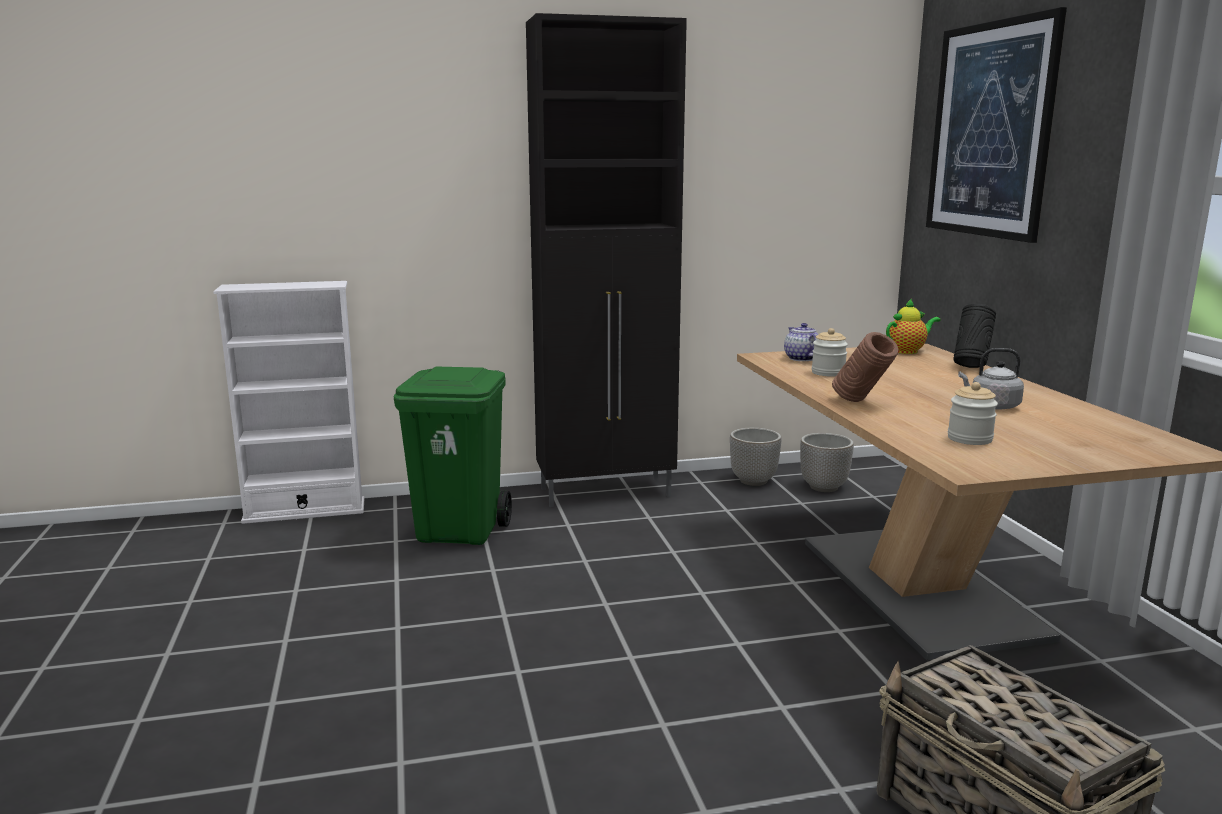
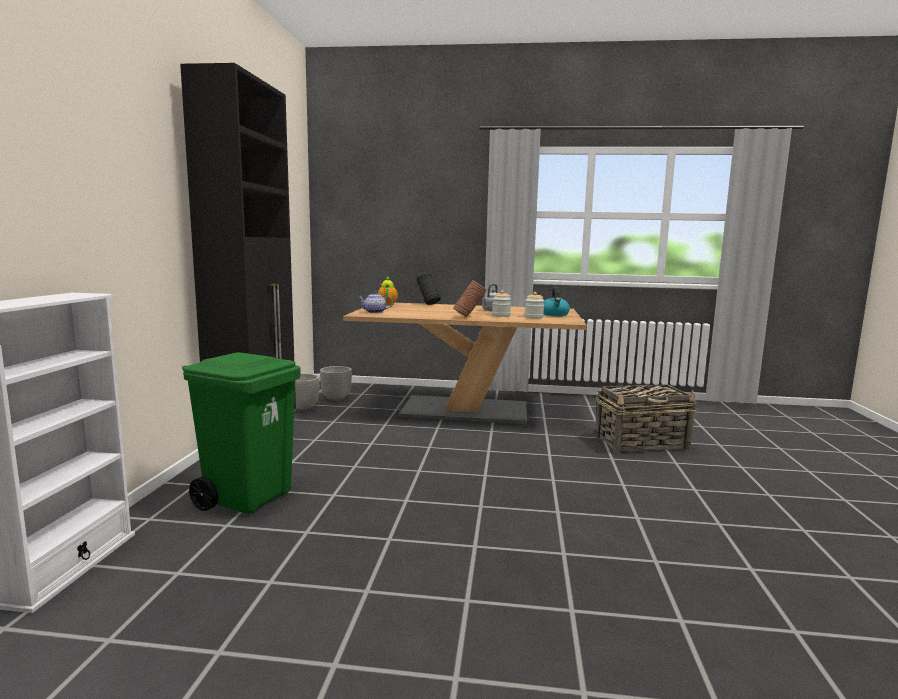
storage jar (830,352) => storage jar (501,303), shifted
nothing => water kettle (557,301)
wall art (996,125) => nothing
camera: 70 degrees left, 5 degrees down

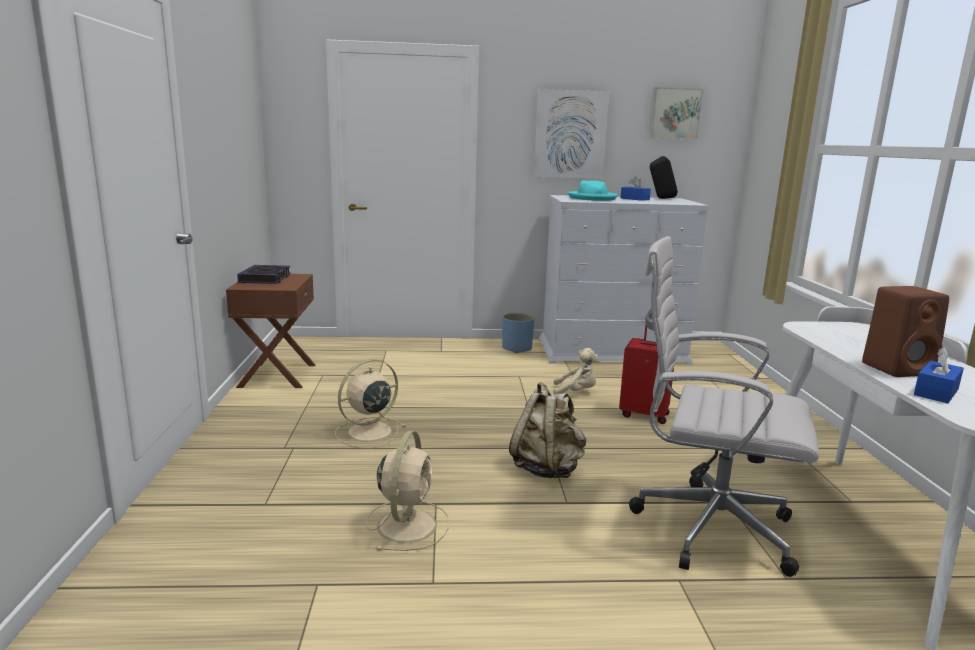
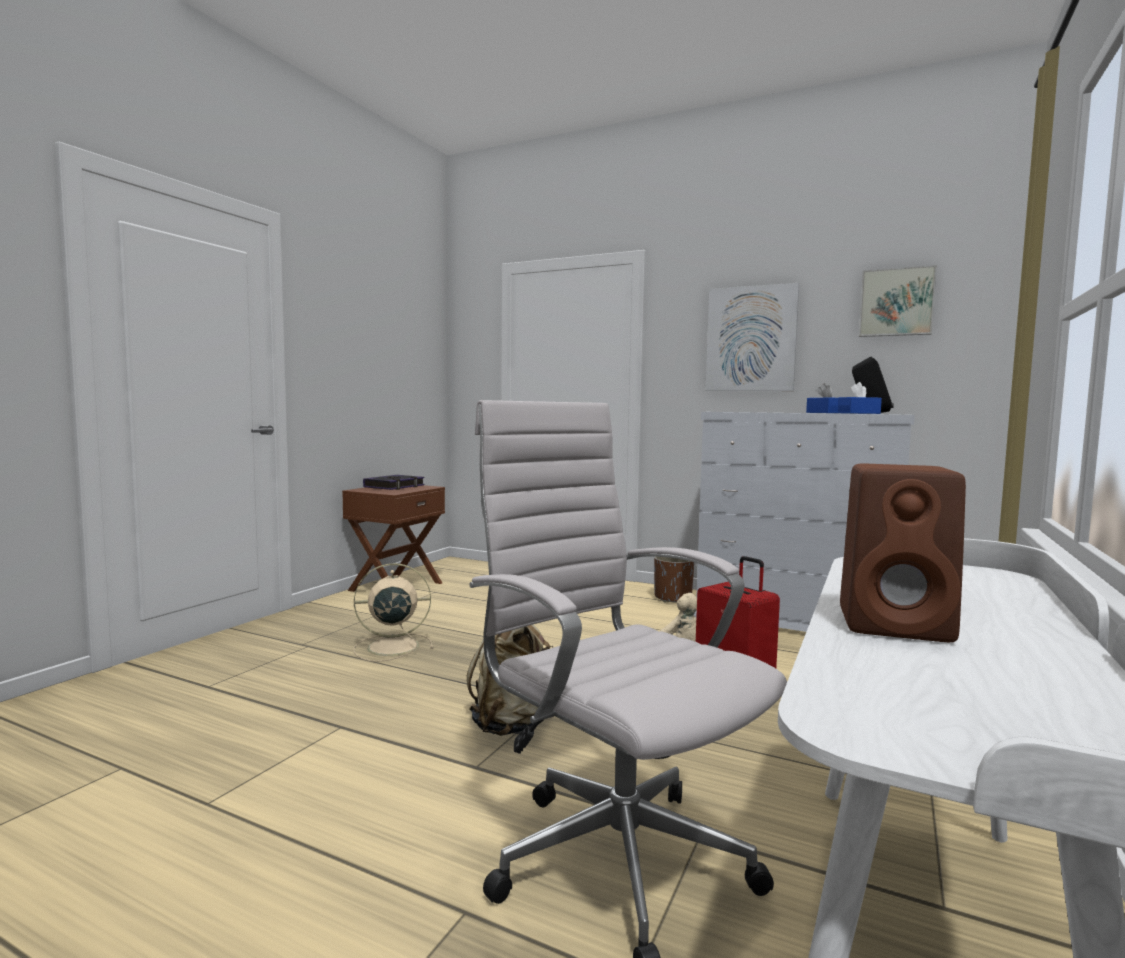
blue-coloured plant pot (518,333) => brown plant pot (674,579)
blue-coloured box of tissues (939,375) => blue-coloured box of tissues (859,398), shifted
beige fan (408,491) => nothing
blue-green hat (593,191) => nothing
camera: 30 degrees right, 10 degrees down

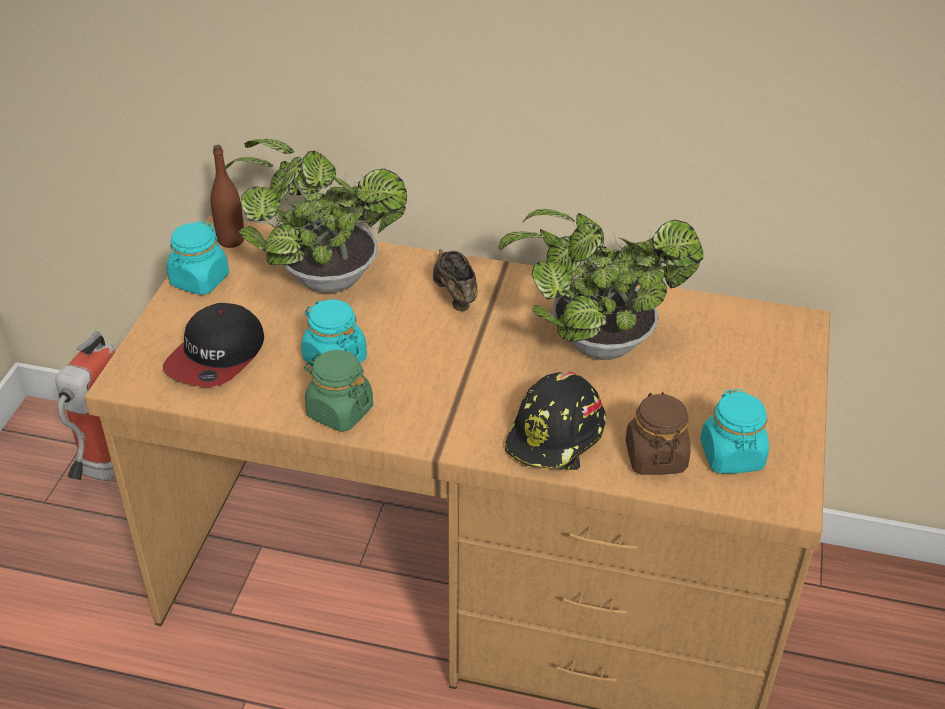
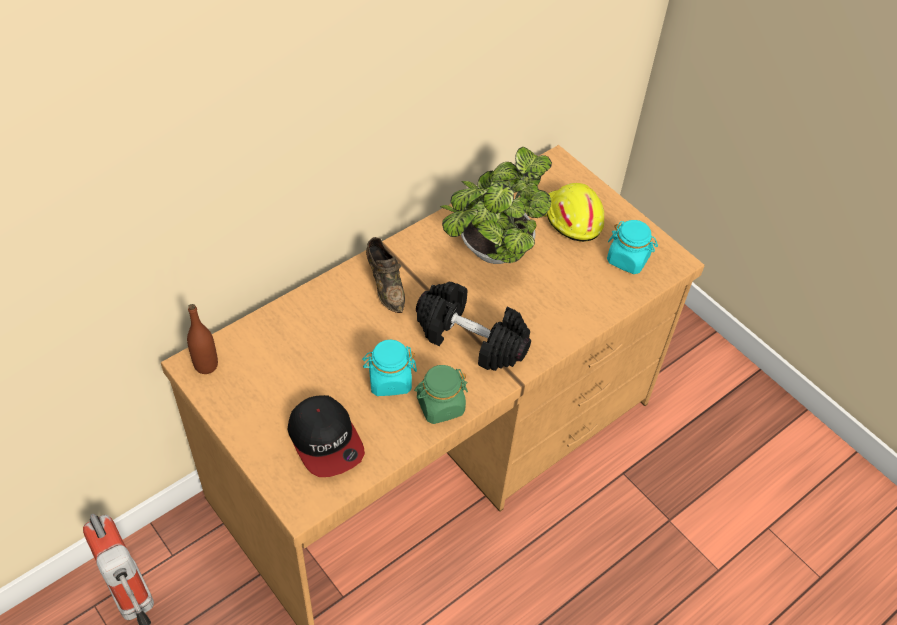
brown shoe (455,280) => brown shoe (385,275), 135 degrees counterclockwise
nothing => black-coloured free weight (473,326)
nothing => yellow safety helmet (574,212)
blue-green storage jar (198,258) => nothing
plant in a pot (316,216) => nothing
black-coloured safety helmet (555,421) => nothing
brown storage jar (658,433) => nothing
camera: 55 degrees left, 10 degrees up

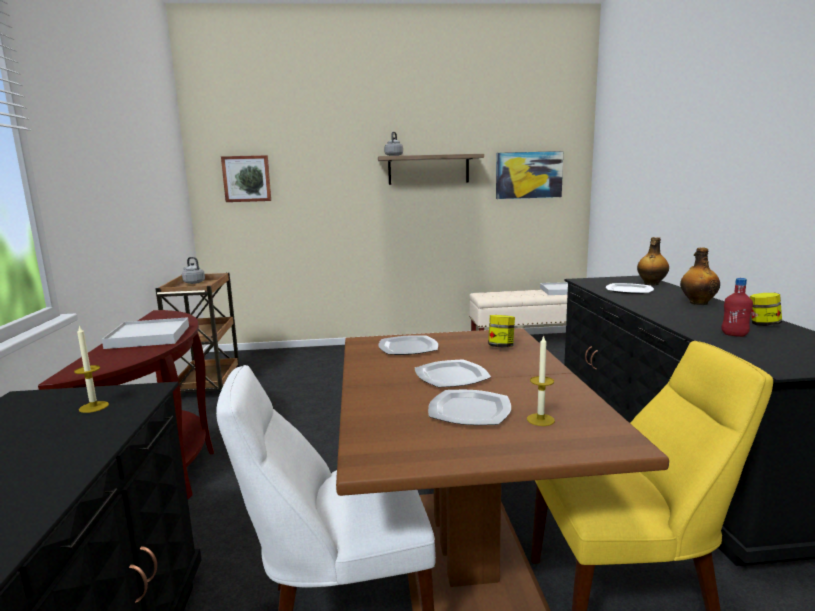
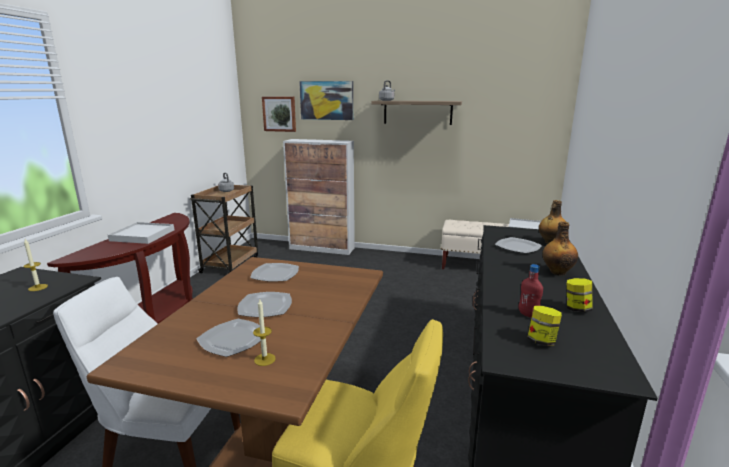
nothing => cabinet (319,197)
wall art (529,175) => wall art (326,100), shifted
storage jar (501,331) => storage jar (544,326), shifted
camera: 20 degrees right, 5 degrees up

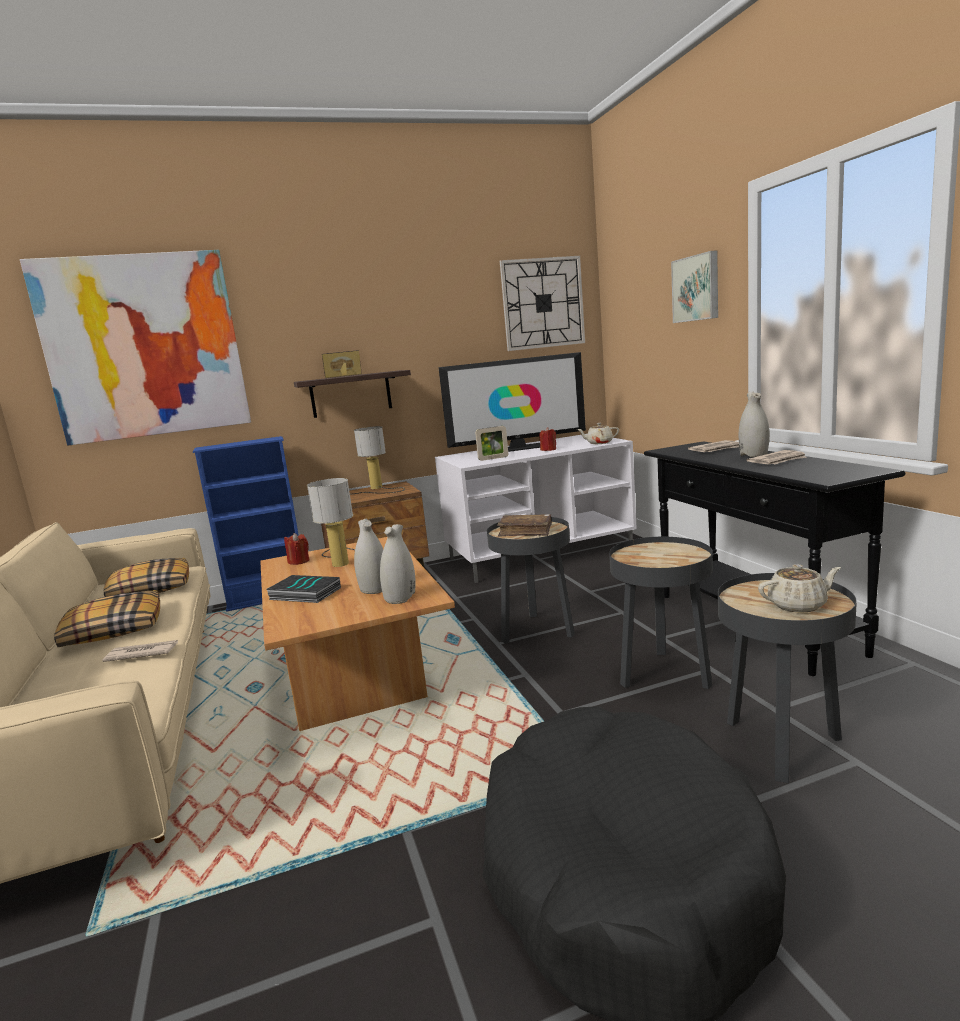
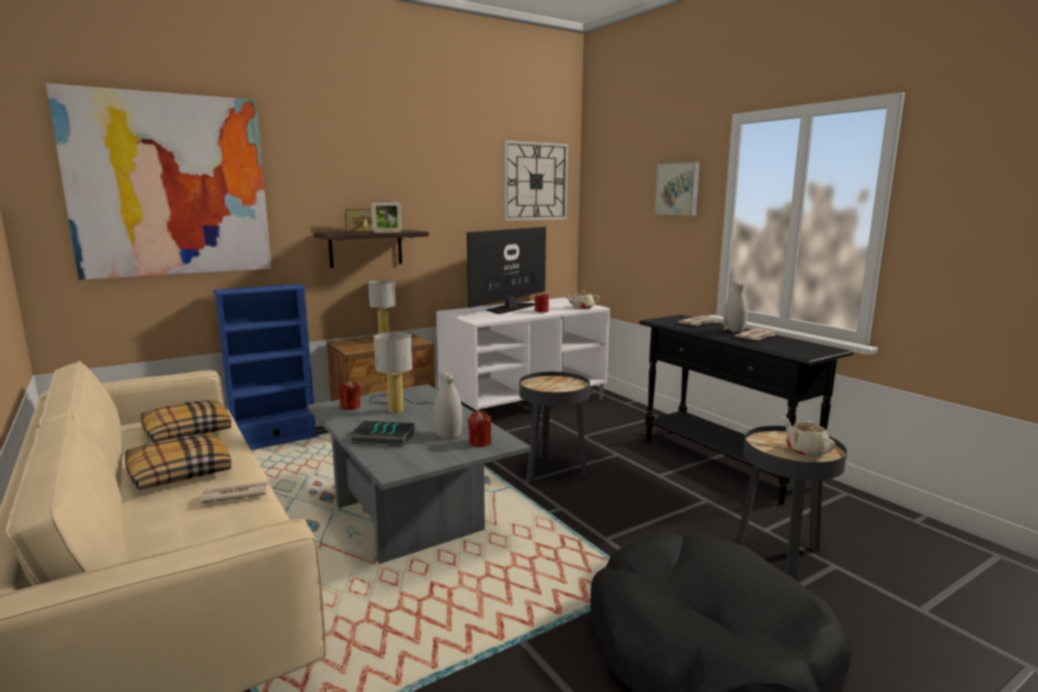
brown lounge table (357,634) => grey lounge table (419,474)
photo frame (491,443) => photo frame (386,217), shifted
television (512,402) => television (506,270), 150 degrees clockwise
whitish decorative vase (397,564) => reddish wax candle (479,429)
beige teapot (799,588) => beige teapot (809,437), 90 degrees counterclockwise
brown bound book (524,525) => nothing
black-coloured end table (661,613) => nothing
camera: 15 degrees left, 0 degrees up

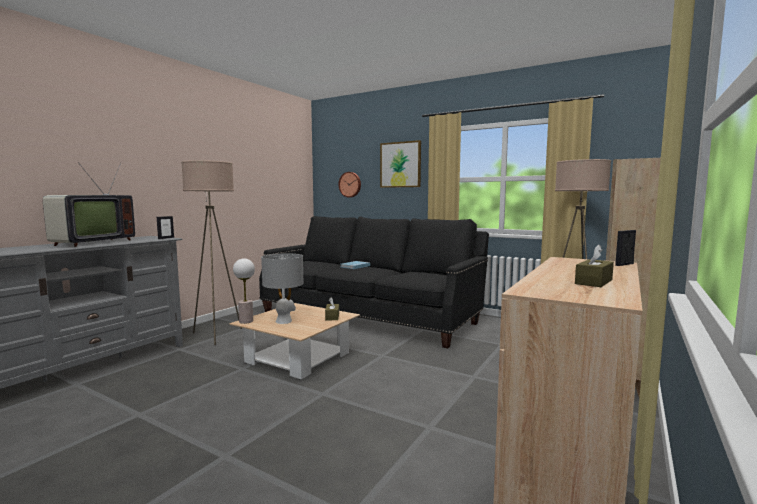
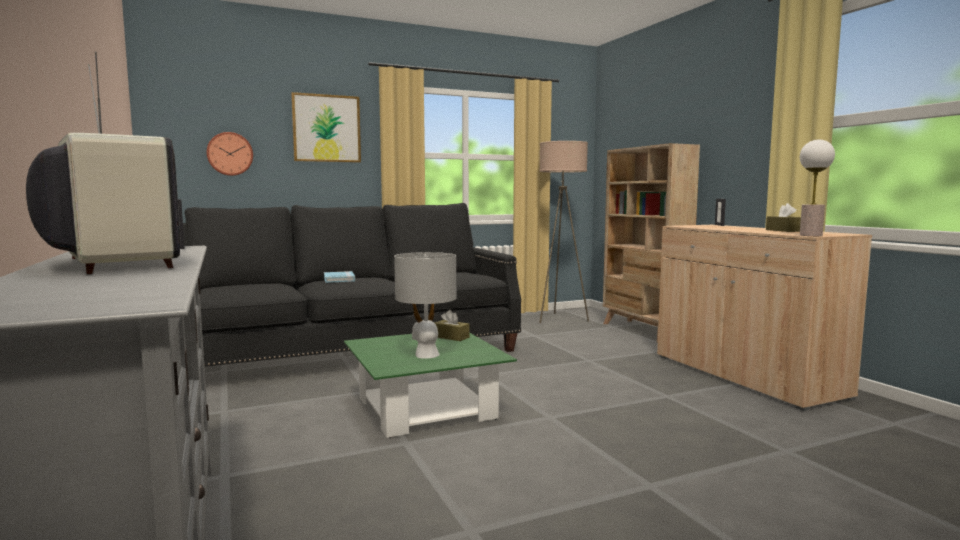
beige lounge table (294,341) => green-coloured lounge table (430,385)
table lamp (244,291) => table lamp (817,188), shifted
beige standing lamp (211,252) => nothing
camera: 55 degrees left, 0 degrees up

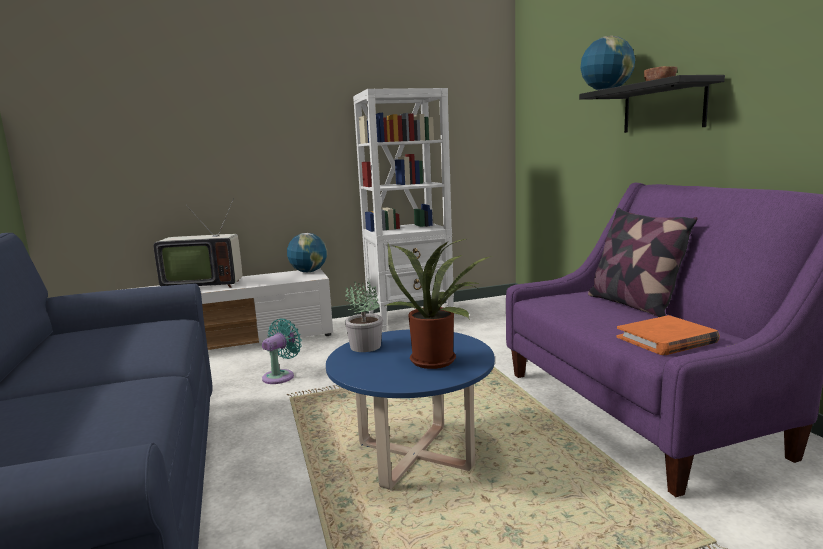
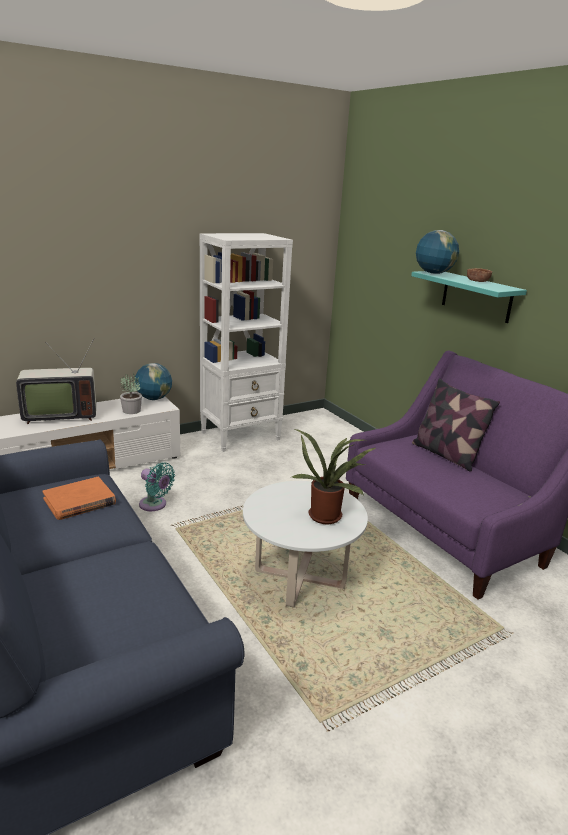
orangey bound book (668,335) => orangey bound book (79,498), shifted
plant in a pot (364,315) => plant in a pot (131,393), shifted
blue-green fan (282,351) => blue-green fan (157,487), 105 degrees clockwise
blue-coloured lounge table (410,409) => whitish lounge table (305,544)
black-coloured shelf (652,104) => blue-green shelf (469,297)
camera: 15 degrees left, 10 degrees up

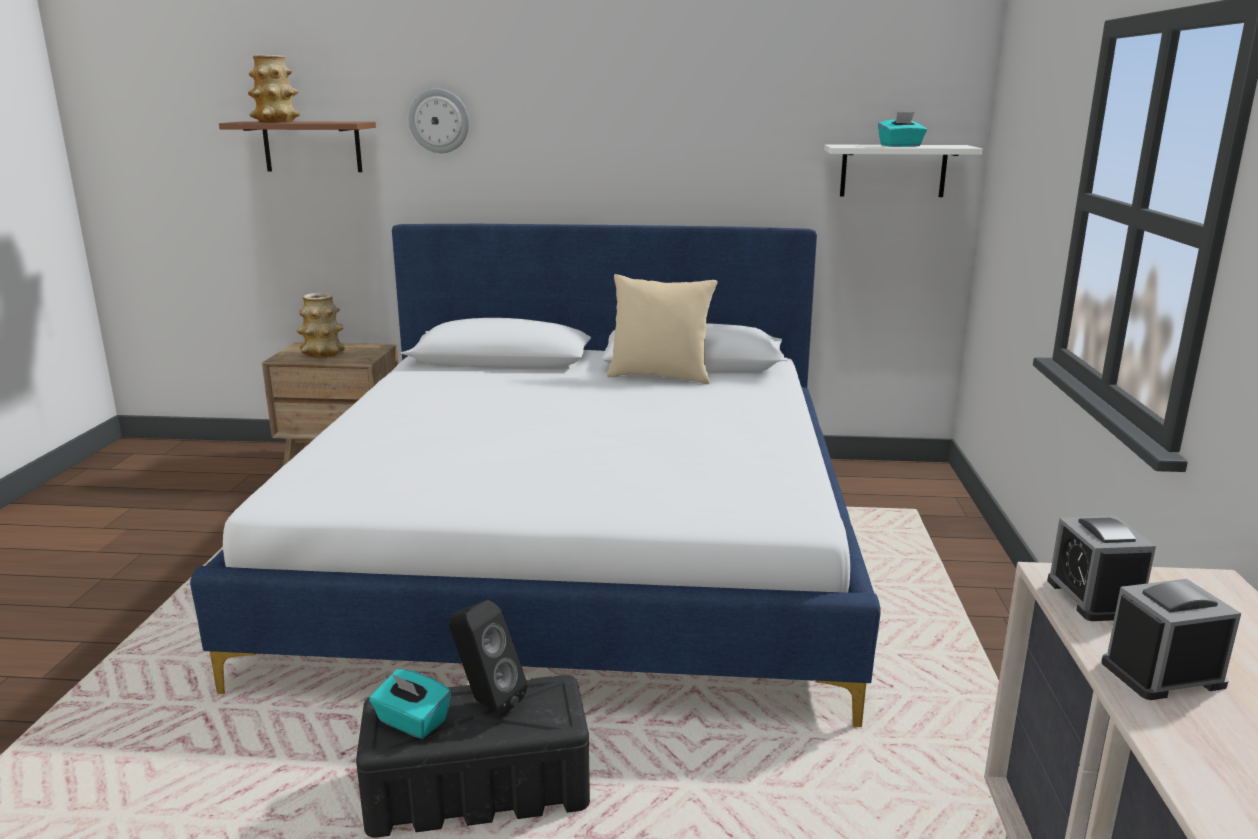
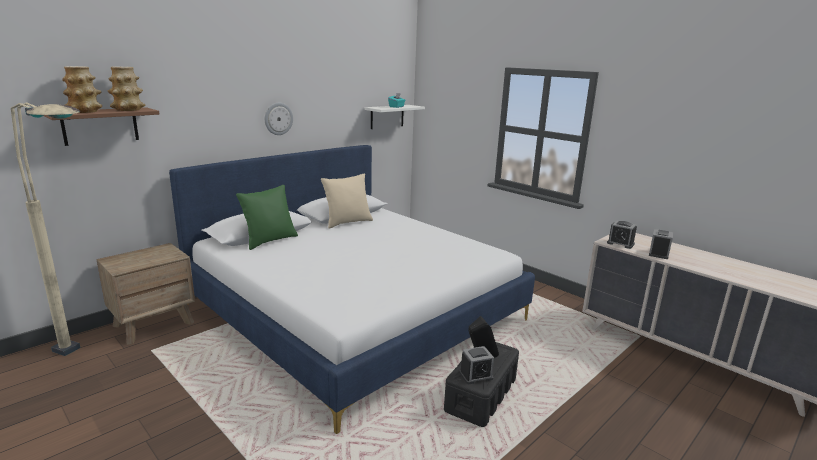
nothing => beige standing lamp (45,229)
decorative vase (321,325) => decorative vase (126,88), shifted
nothing => green-coloured throw pillow (267,217)
hanging clock (439,121) => hanging clock (279,119), shifted
blue-green box of tissues (410,704) => alarm clock (476,365)
camera: 50 degrees left, 0 degrees up

